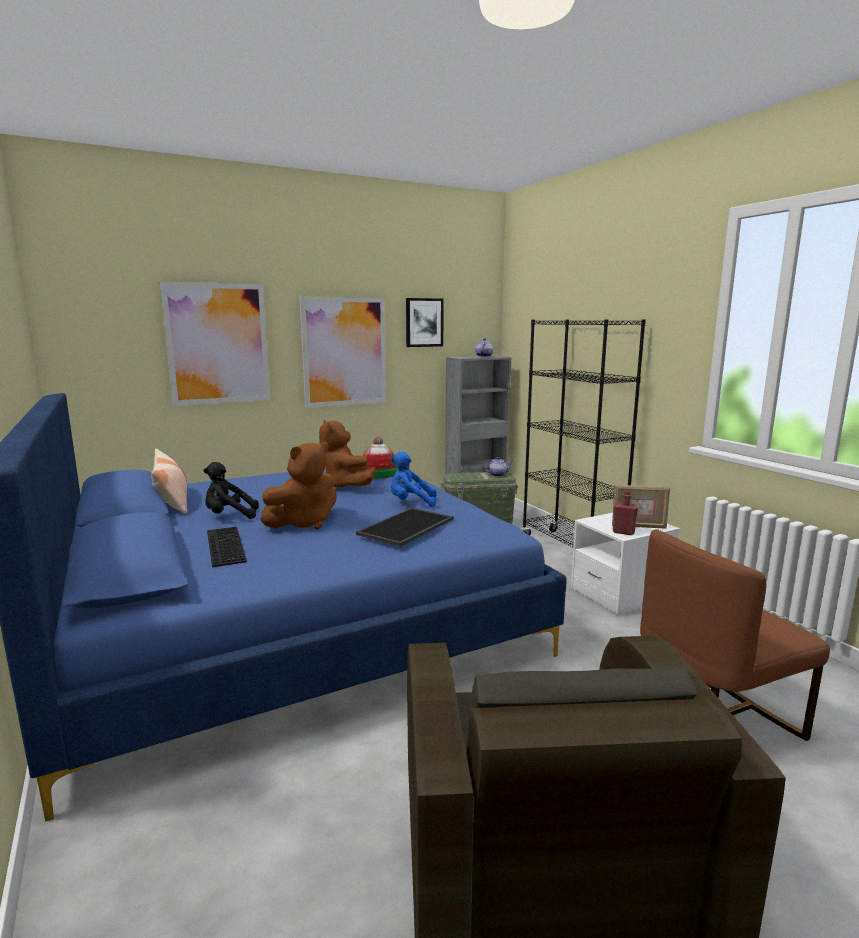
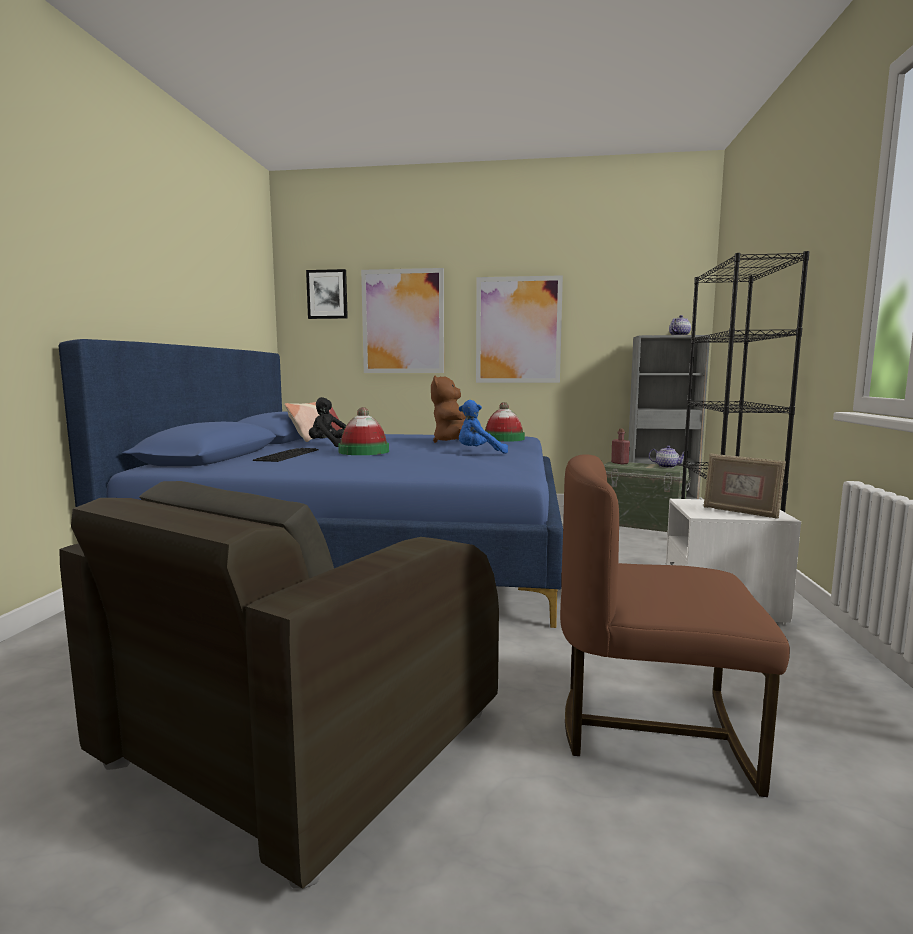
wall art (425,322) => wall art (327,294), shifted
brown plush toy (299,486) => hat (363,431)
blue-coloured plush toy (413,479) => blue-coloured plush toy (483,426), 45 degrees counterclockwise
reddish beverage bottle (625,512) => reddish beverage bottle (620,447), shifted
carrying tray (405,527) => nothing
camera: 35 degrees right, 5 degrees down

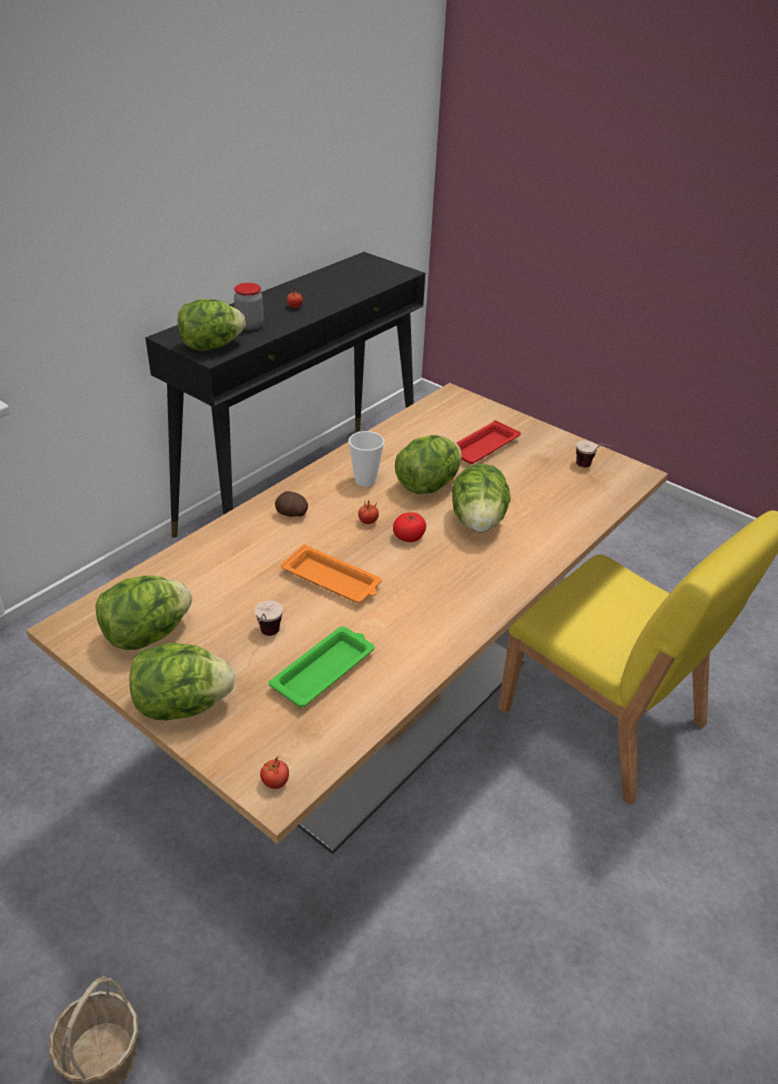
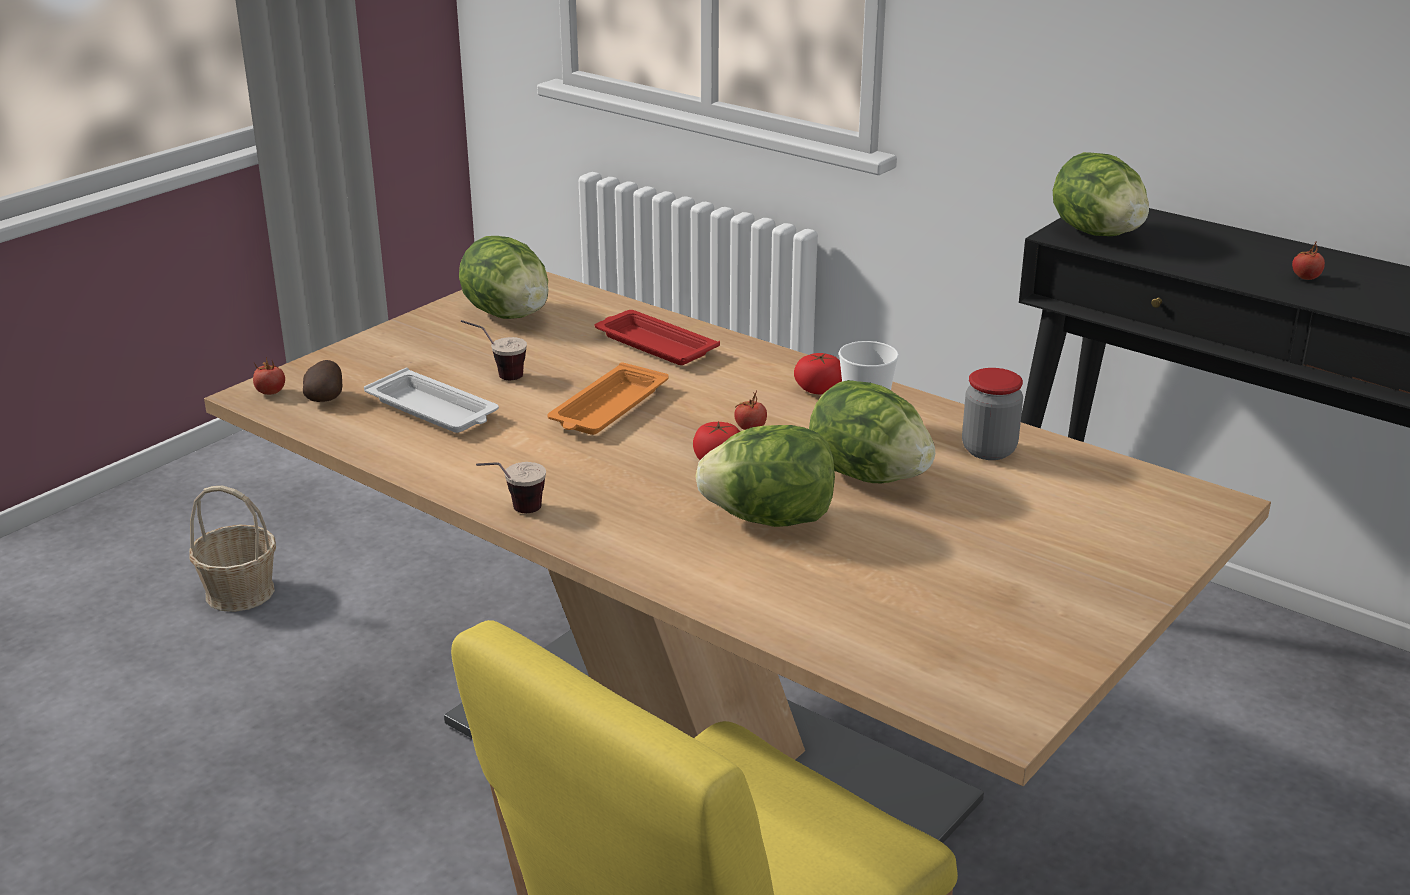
spud (291,504) => spud (322,381), shifted
green-coloured carrying tray (322,666) => whitish carrying tray (431,400)
small cup (594,454) => small cup (511,487), shifted
reddish carrying tray (488,442) => reddish carrying tray (657,337), shifted
nothing => whole tomato (818,373)
storage jar (249,306) => storage jar (992,414), shifted
lettuce head (182,681) => nothing
camera: 90 degrees right, 10 degrees down

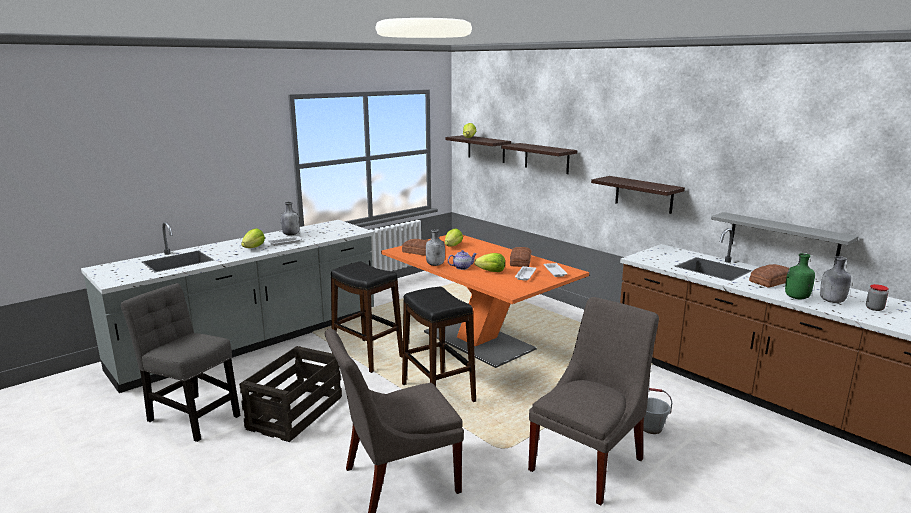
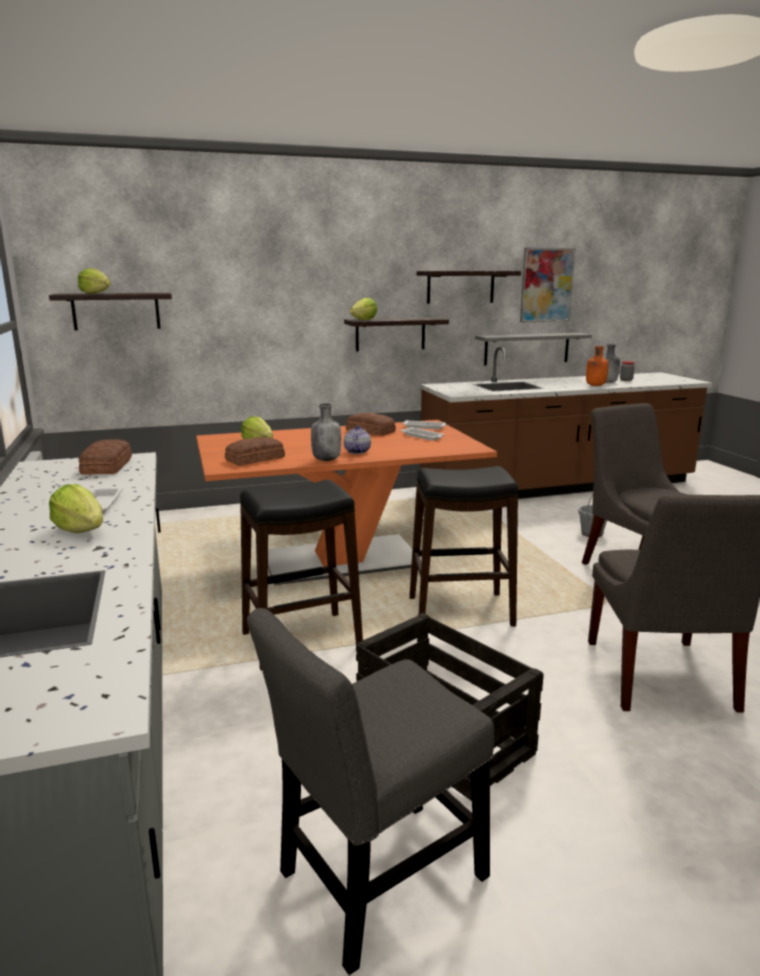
bread (769,276) => bread (105,457), shifted
lettuce head (489,262) => lettuce head (363,309), shifted
shelf (539,158) => shelf (469,287), shifted
nothing => wall art (548,285)
green-coloured beverage bottle (800,276) => orangey beverage bottle (597,366)
grey beverage bottle (290,219) => nothing
camera: 65 degrees left, 0 degrees up

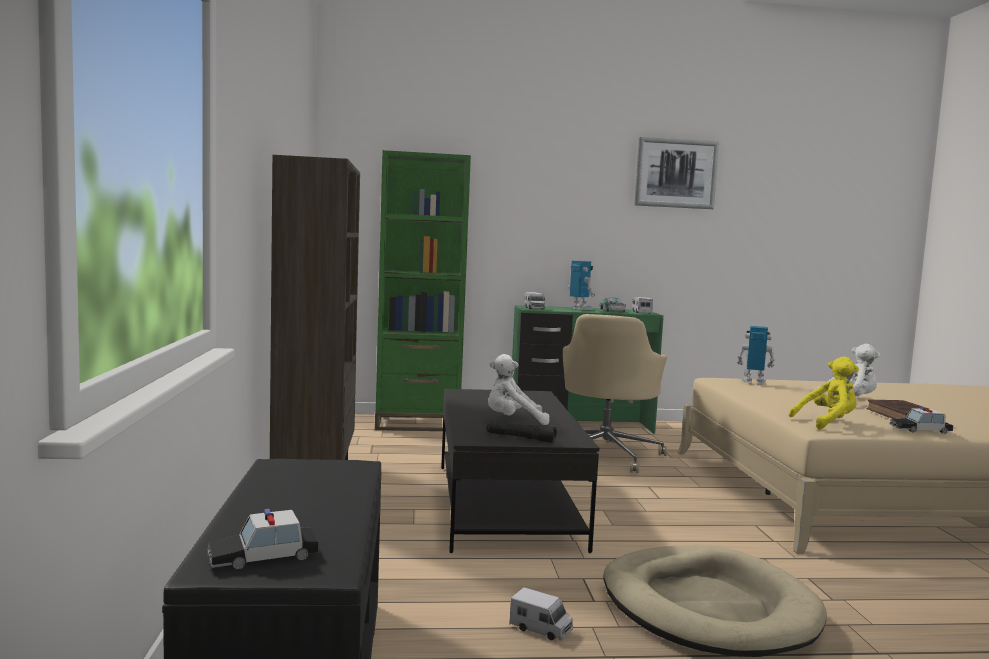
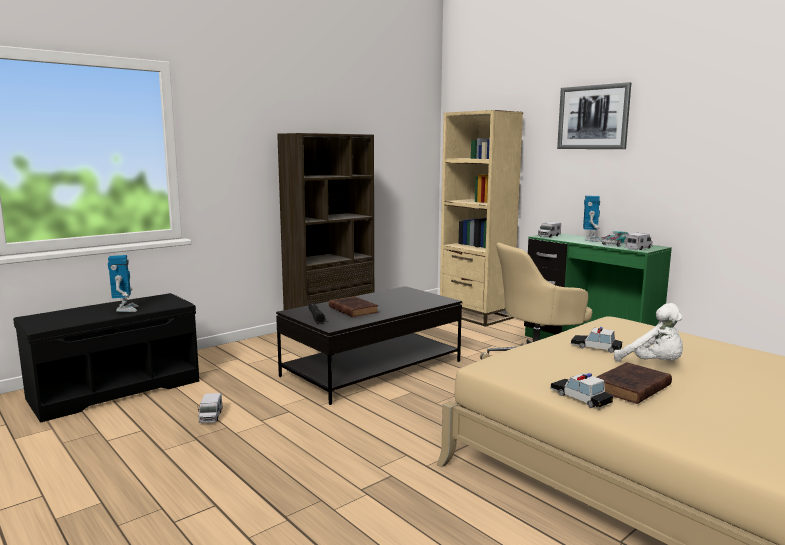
toy robot (756,355) => toy robot (123,283), shifted
whitish plush toy (518,389) => brown bound book (353,306)
green-coloured shelving unit (423,290) => beige shelving unit (481,218)
wall art (676,173) => wall art (594,115), shifted
model car (263,539) => model car (596,340), shifted
beige pet bed (715,601) => nothing
yellow plush toy (824,393) => nothing
camera: 55 degrees right, 5 degrees up

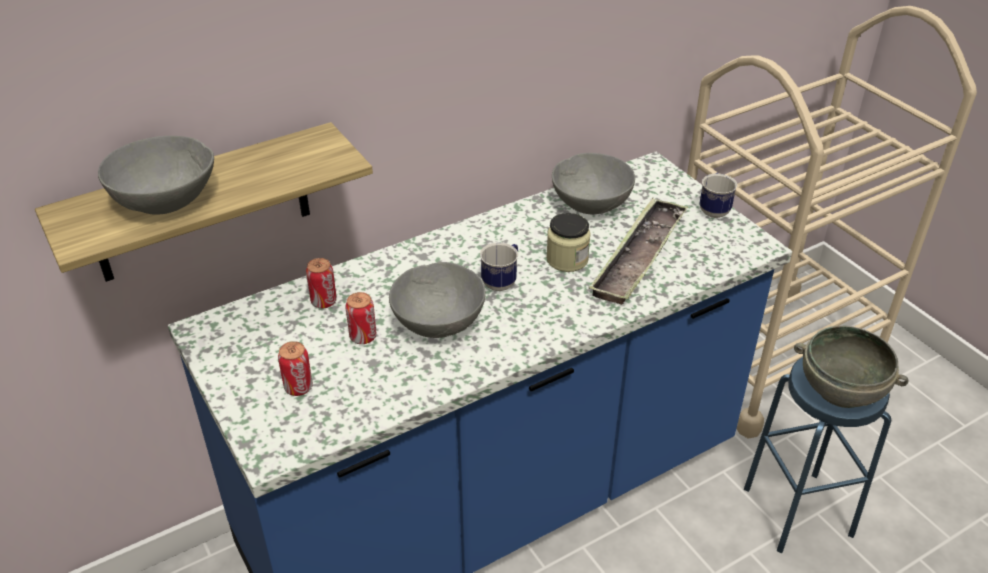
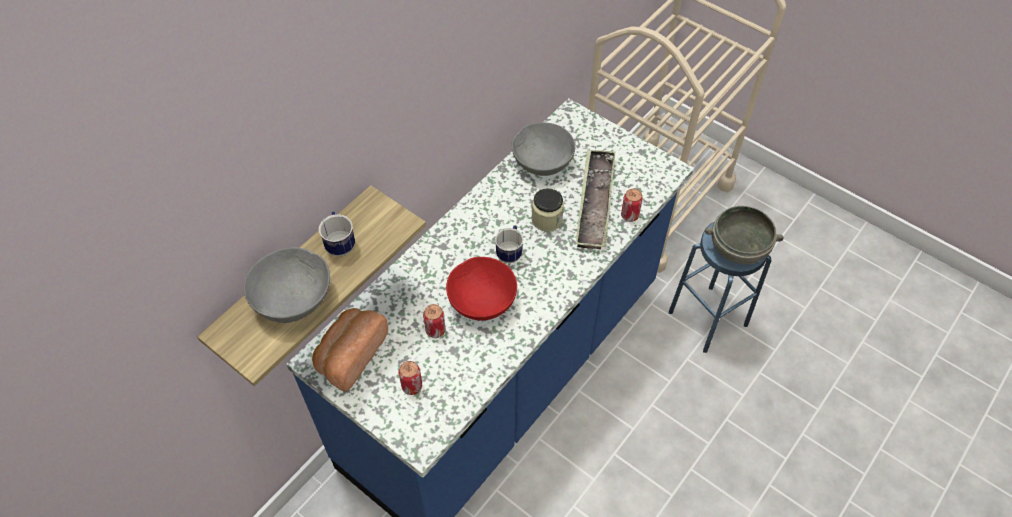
nothing => bread (350,350)
tea mug (718,195) => tea mug (337,234), shifted
grey deep dish (437,300) => reddish deep dish (481,289)
metal can (321,283) => metal can (632,205), shifted
camera: 20 degrees left, 15 degrees up

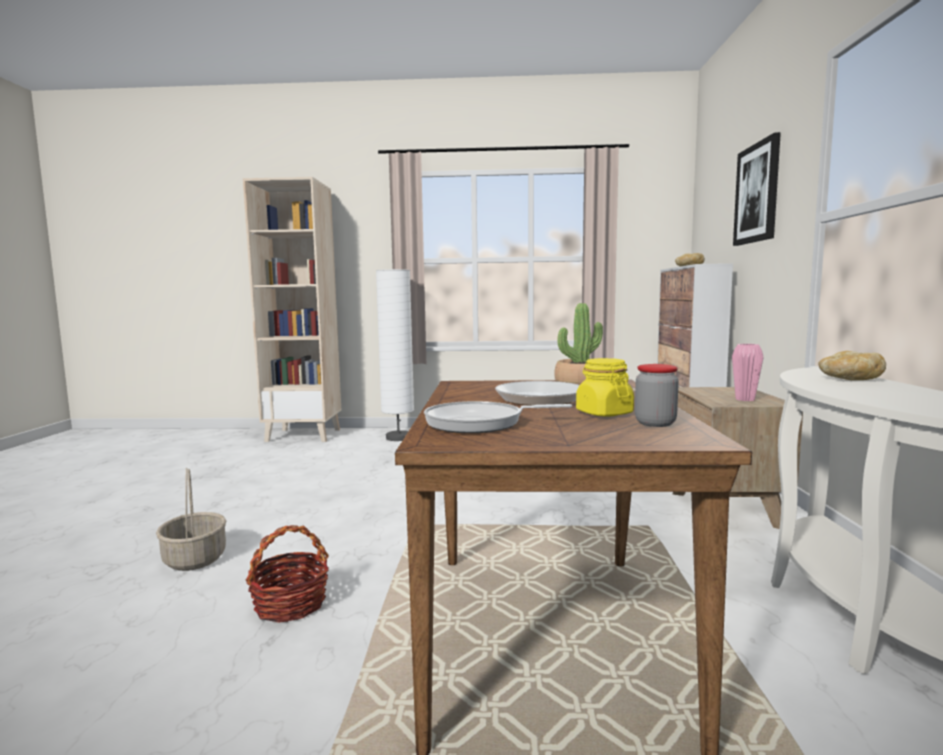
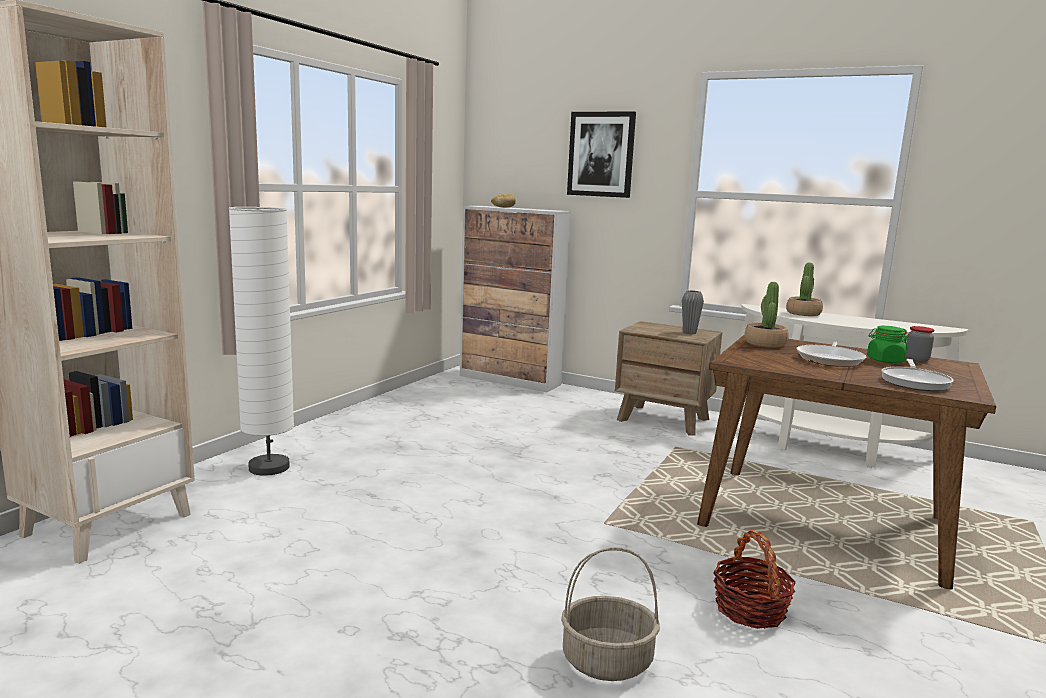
pink decorative vase (748,372) => grey decorative vase (693,312)
bread (852,365) => plant in a pot (804,289)
yellow storage jar (605,387) => green-coloured storage jar (887,344)
camera: 65 degrees left, 5 degrees up

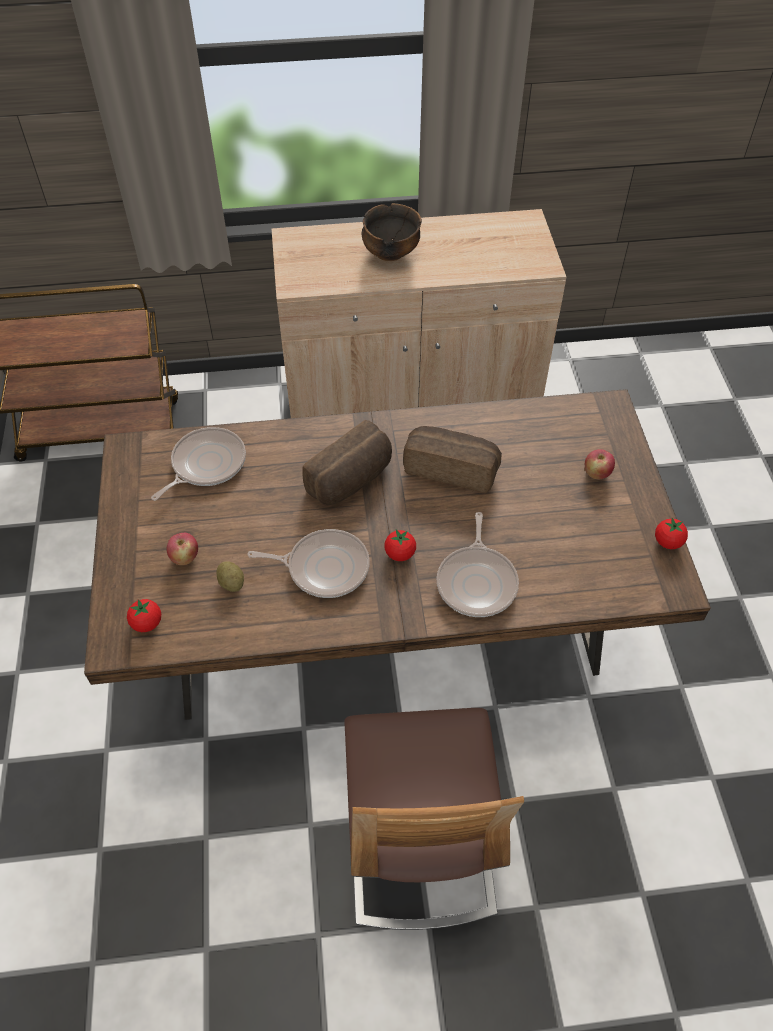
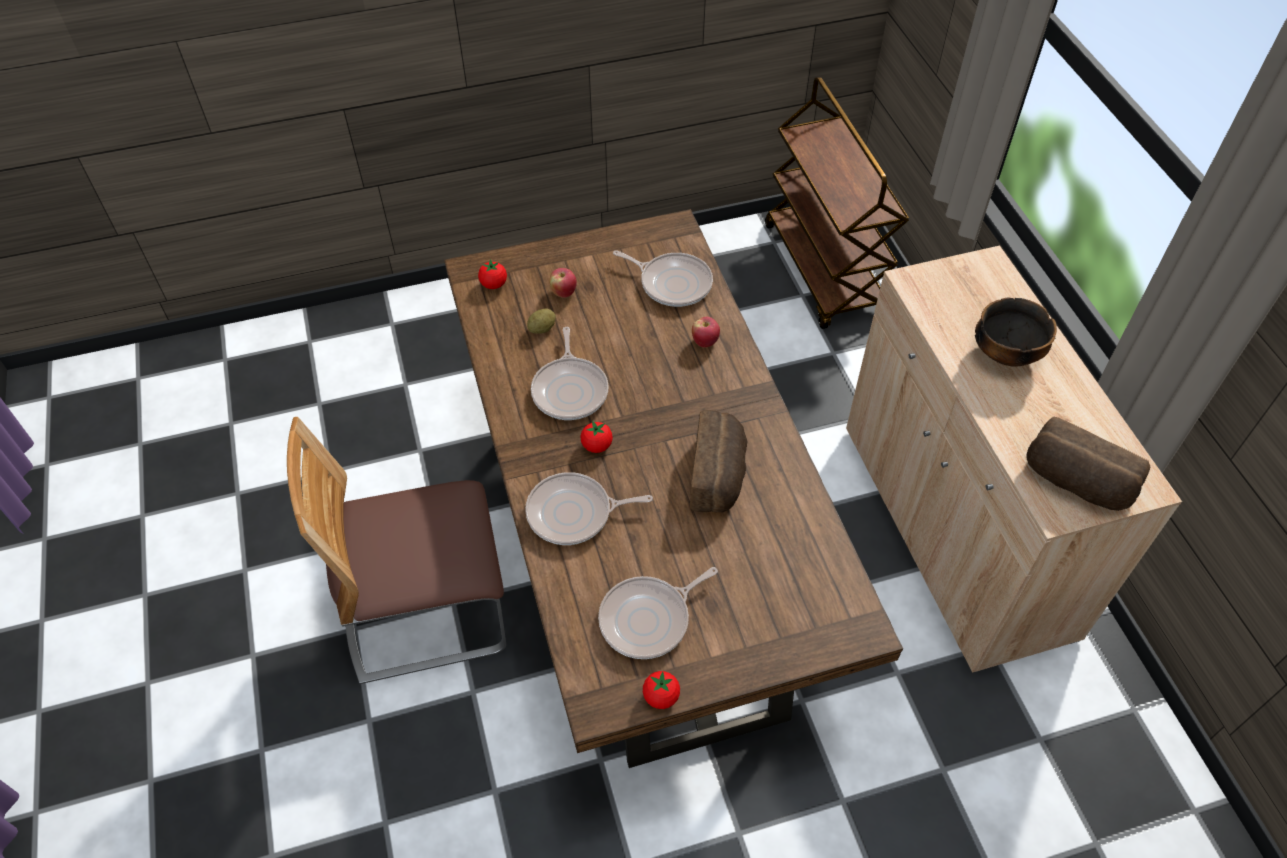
nothing => skillet (658,613)
apple fruit (600,464) => apple fruit (706,332), shifted
bread (347,462) => bread (1088,463), shifted
camera: 80 degrees right, 0 degrees up

